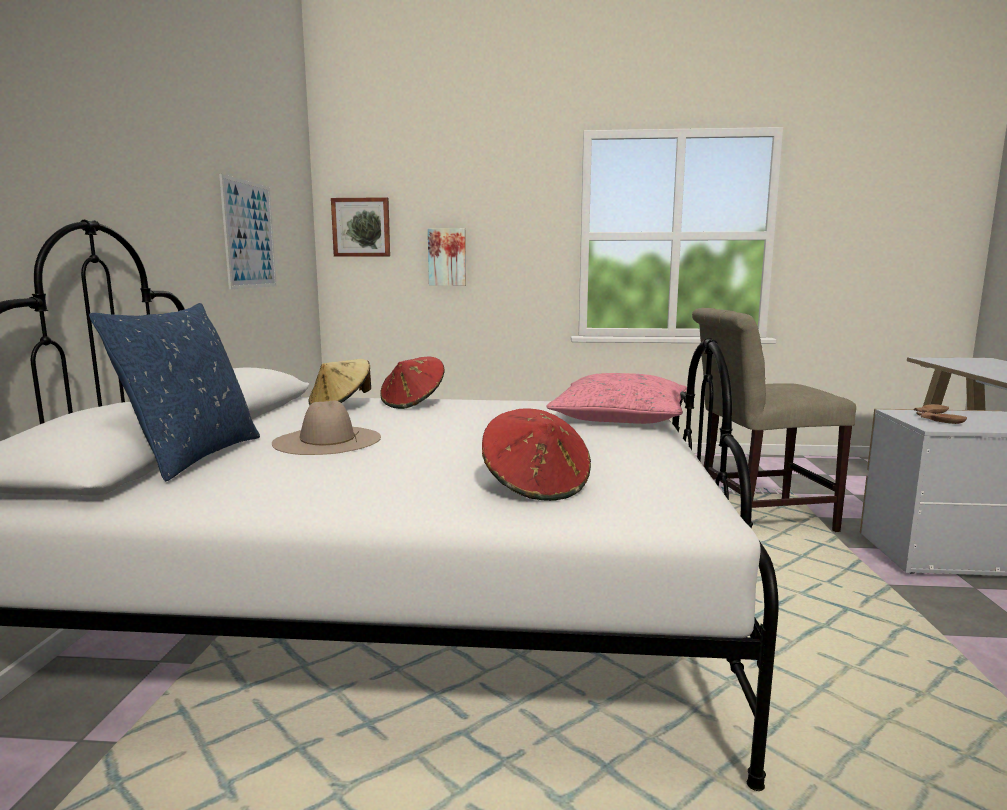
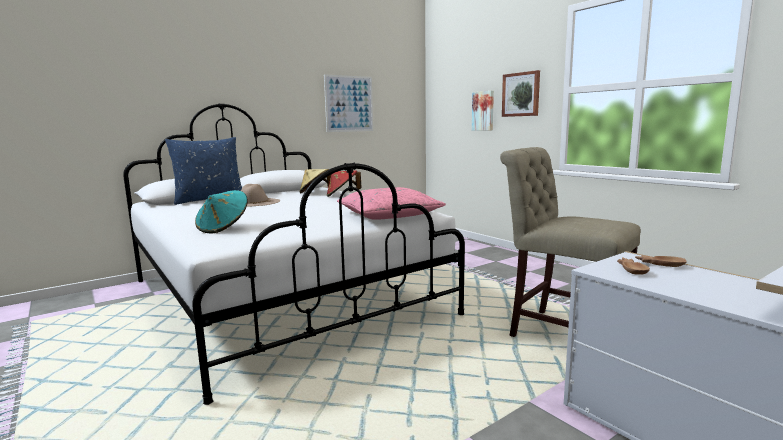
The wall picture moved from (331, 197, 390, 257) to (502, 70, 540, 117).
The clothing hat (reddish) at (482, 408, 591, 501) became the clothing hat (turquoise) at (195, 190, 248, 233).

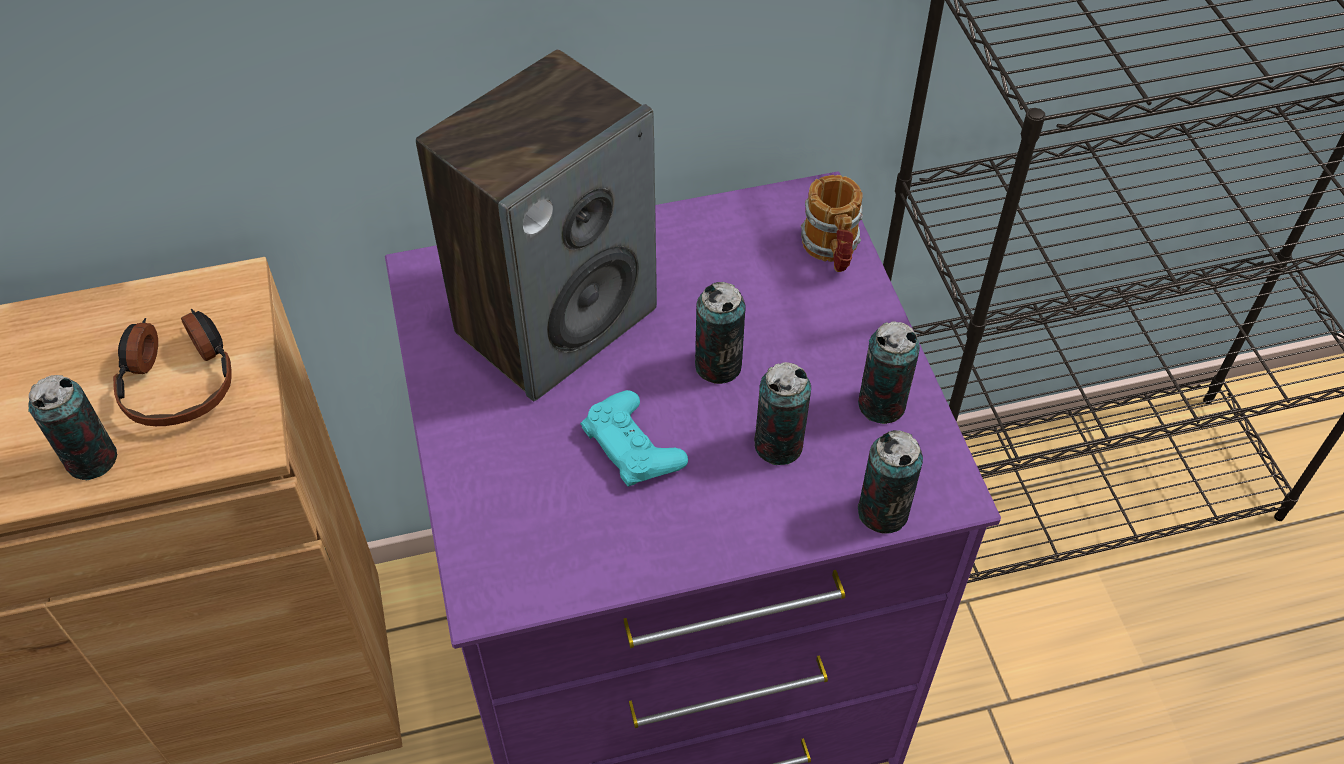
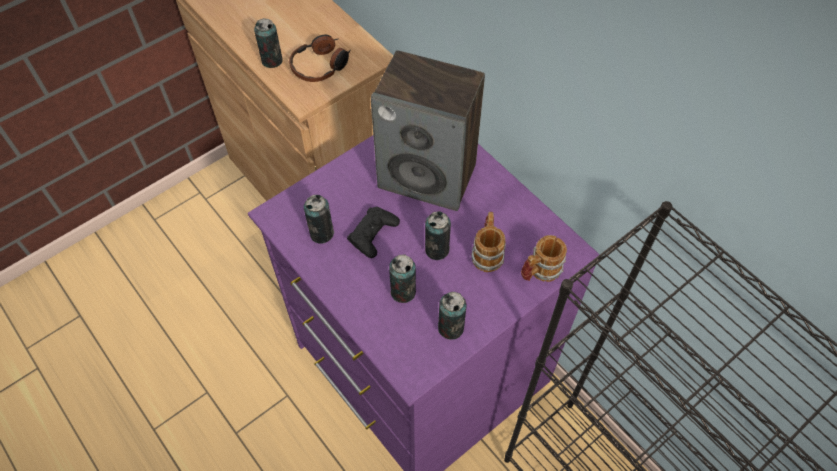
The gamepad (turquoise) at (580, 390, 688, 487) became the gamepad (blackish) at (347, 207, 400, 258).
The sealed can moved from (858, 430, 923, 533) to (304, 195, 334, 244).
The coffee mug at (471, 212, 506, 272) appeared.

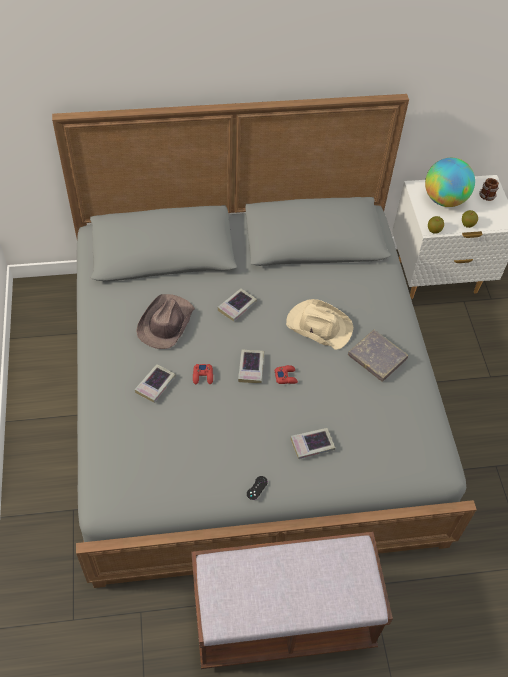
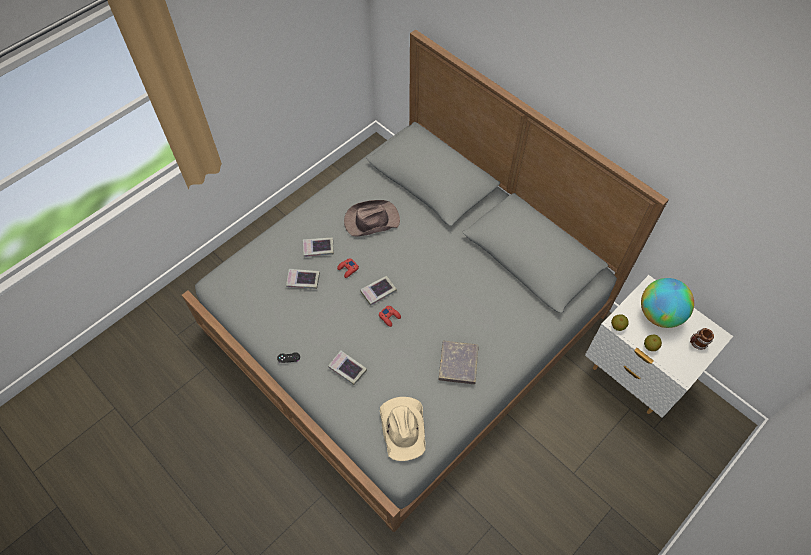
The bound book moved from (218, 289, 257, 321) to (286, 269, 320, 289).
The clothing hat (beige) moved from (286, 299, 353, 350) to (380, 397, 426, 461).
The bench (brownish) at (191, 532, 393, 669) disappeared.

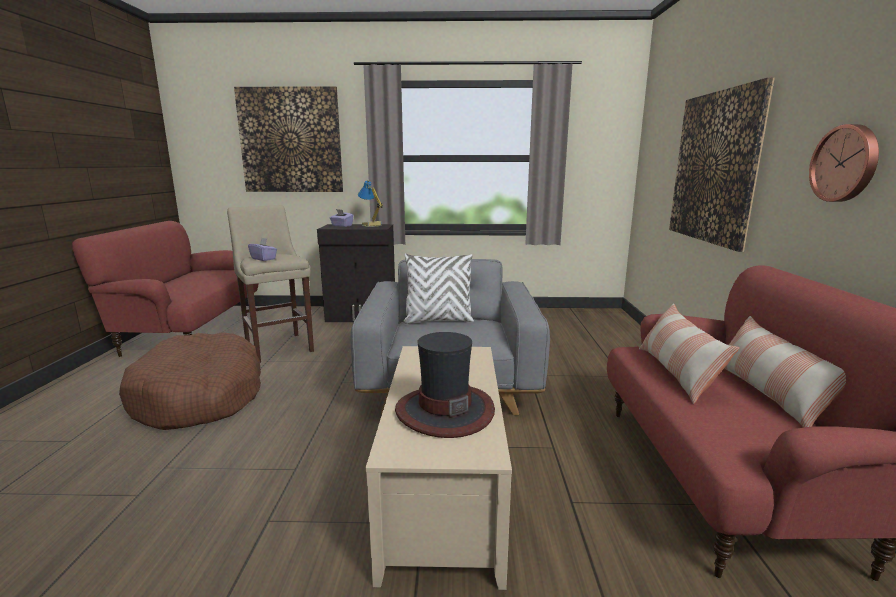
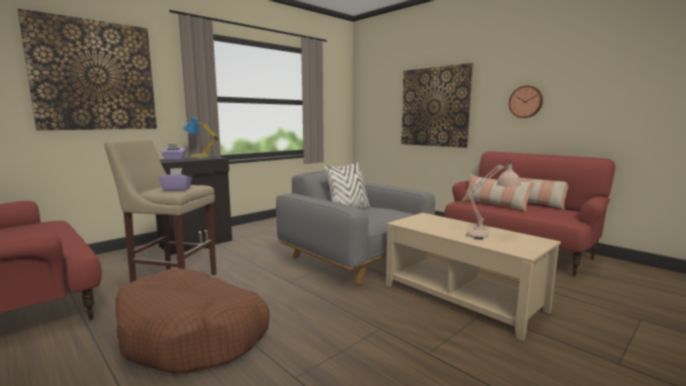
The clothing hat at (395, 332, 495, 438) was replaced by the lamp for a table (beige) at (465, 159, 521, 240).

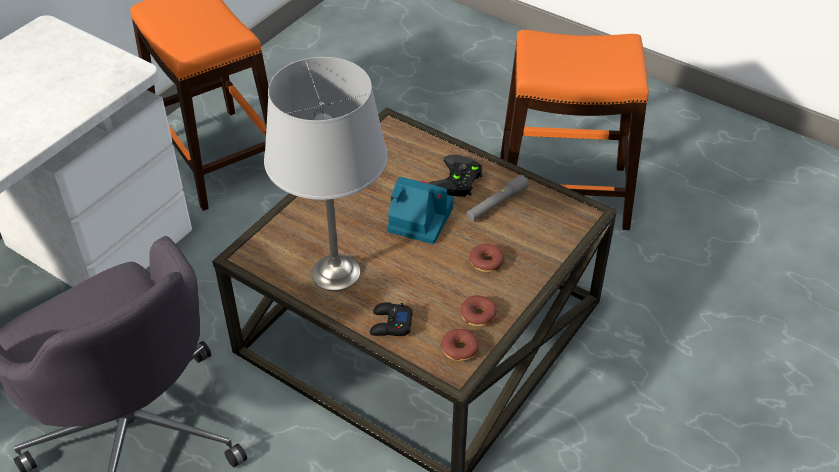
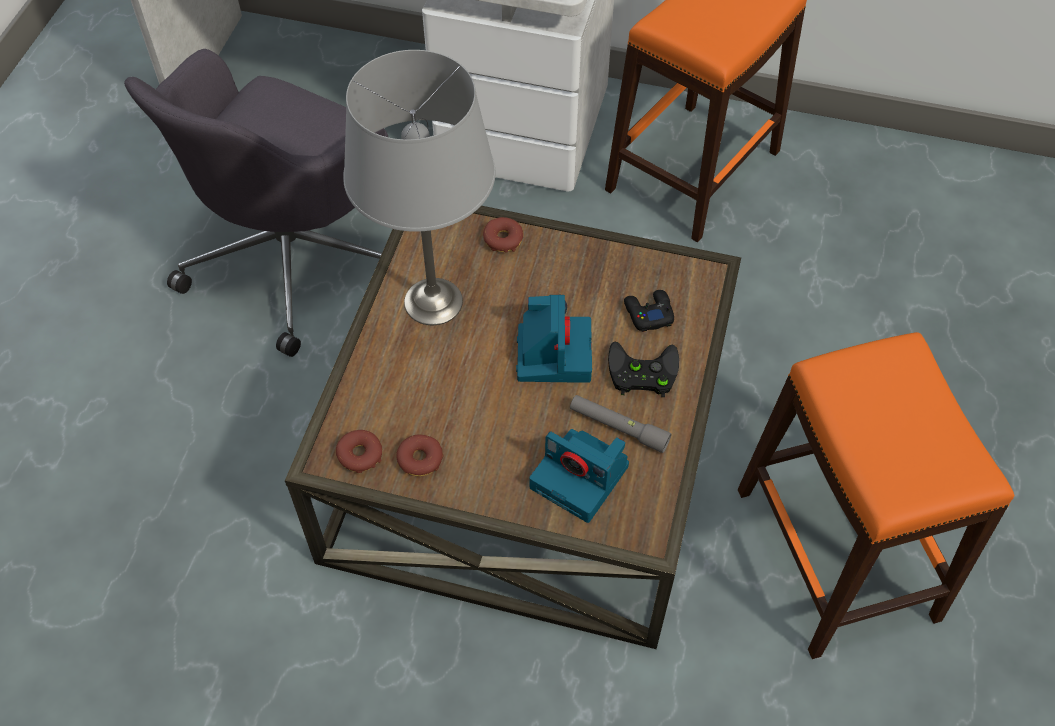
The donut moved from (469, 244, 505, 272) to (483, 217, 523, 253).
The gamepad (blackish) moved from (370, 302, 413, 336) to (624, 290, 674, 332).
The still camera at (529, 429, 629, 523) appeared.

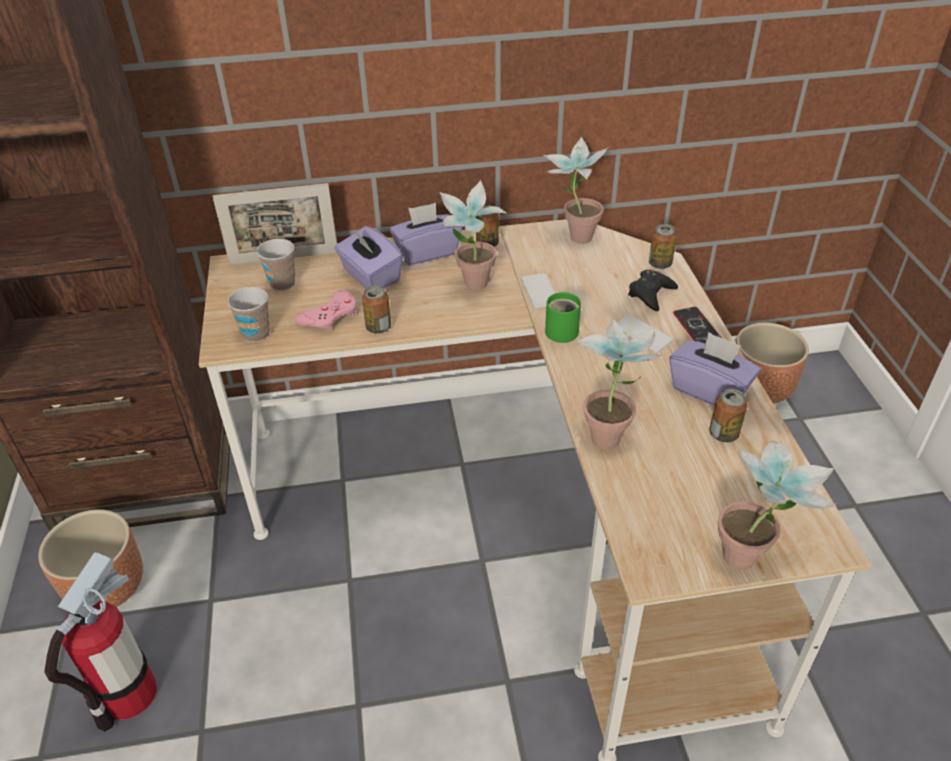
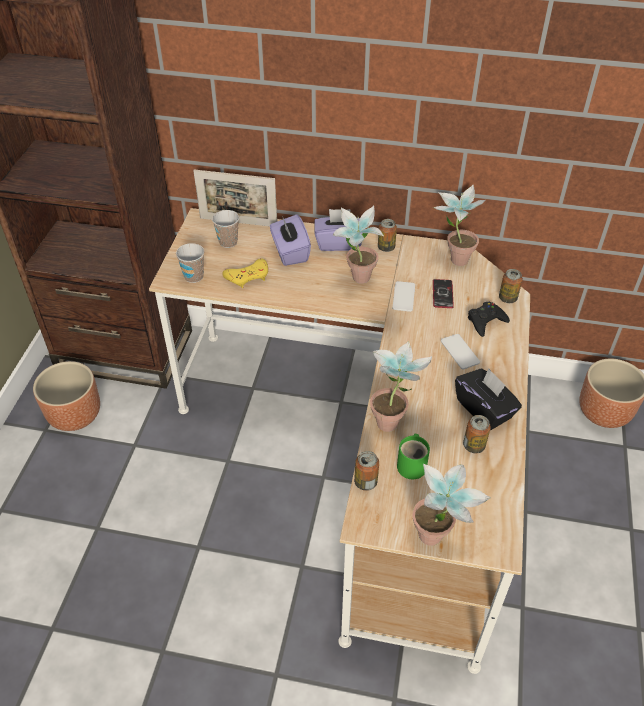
The sealed can moved from (362, 286, 391, 334) to (354, 451, 379, 491).
The gamepad (pink) at (295, 290, 357, 332) became the gamepad (yellowish) at (222, 259, 268, 288).
The coffee mug (green-coloured) moved from (545, 292, 581, 343) to (397, 434, 430, 479).
The handset moved from (673, 307, 721, 344) to (433, 279, 454, 308).
The tissue box (purplish) at (669, 332, 761, 406) became the tissue box (blackish) at (455, 368, 522, 430).
The extinguisher at (44, 552, 157, 732) disappeared.

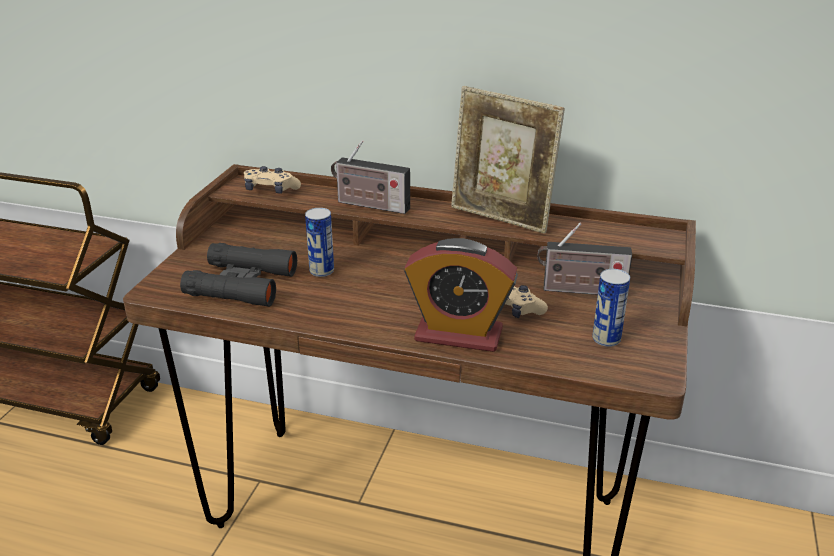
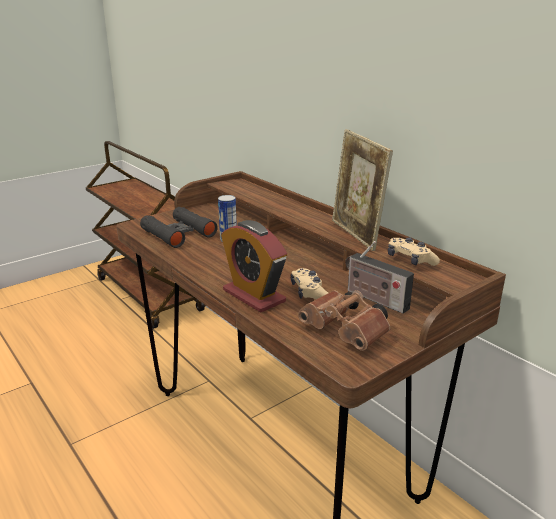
The radio set at (331, 140, 410, 214) disappeared.
The gamepad (beige) moved from (244, 166, 301, 194) to (388, 237, 440, 266).
The sealed can at (592, 269, 630, 347) was replaced by the field glasses (brownish) at (298, 290, 390, 351).

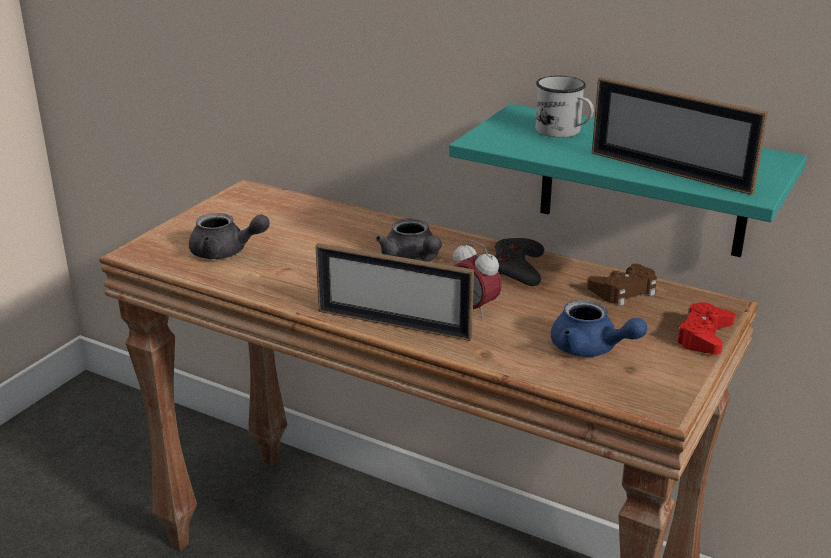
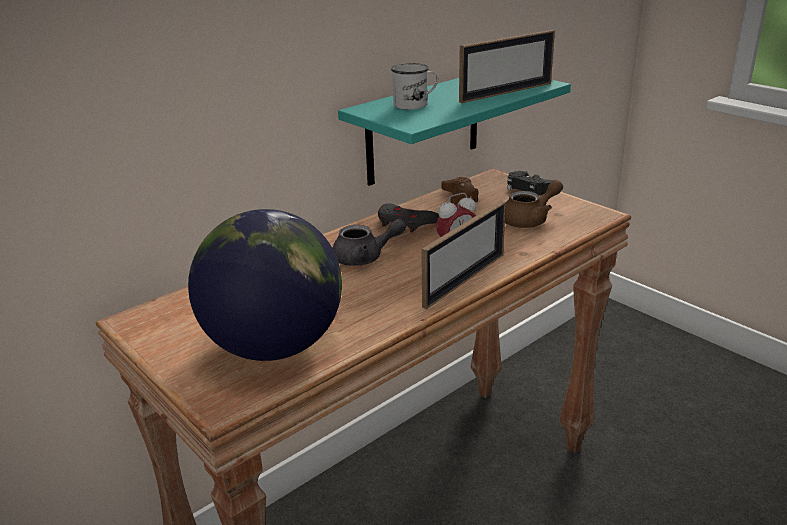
The teapot (grey) at (189, 213, 270, 259) was replaced by the globe at (188, 209, 342, 361).
The teapot (blue) at (551, 300, 647, 357) became the teapot (brownish) at (505, 180, 563, 228).
The gamepad (reddish) at (675, 302, 735, 355) became the gamepad (blackish) at (507, 171, 553, 196).

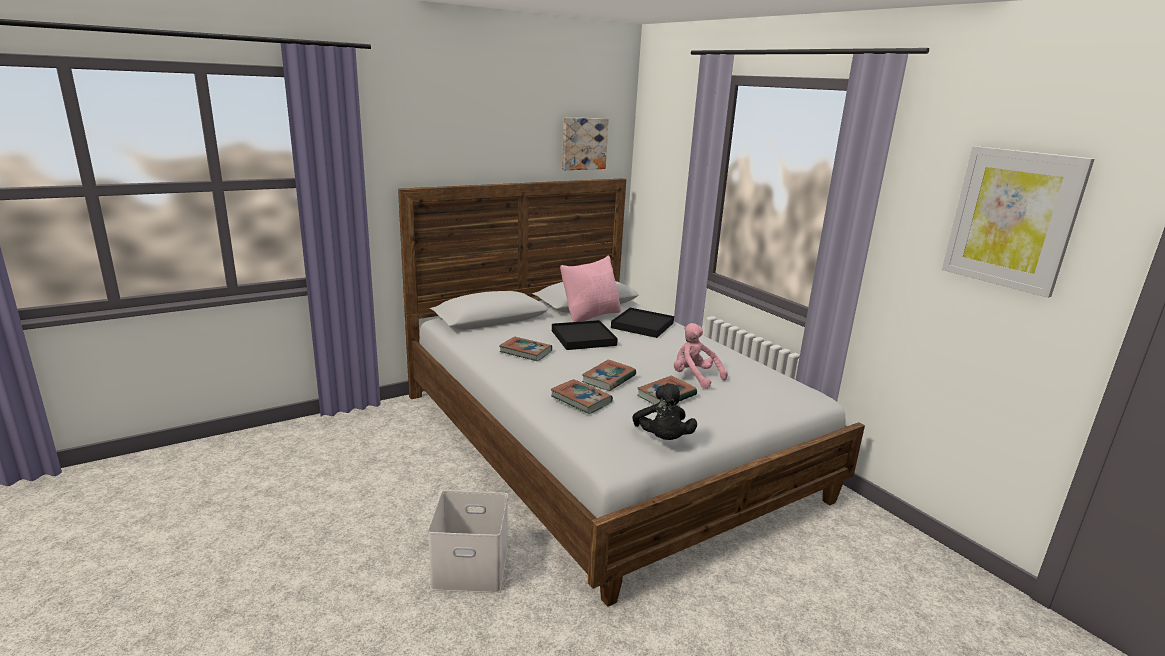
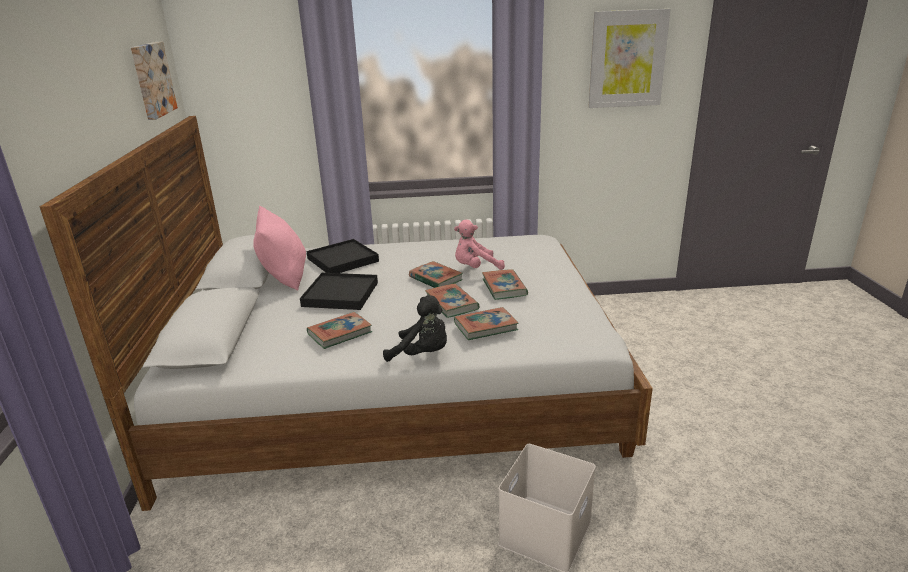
The soft toy (blackish) moved from (632, 383, 697, 440) to (383, 295, 447, 362).
The bound book at (409, 261, 463, 288) appeared.

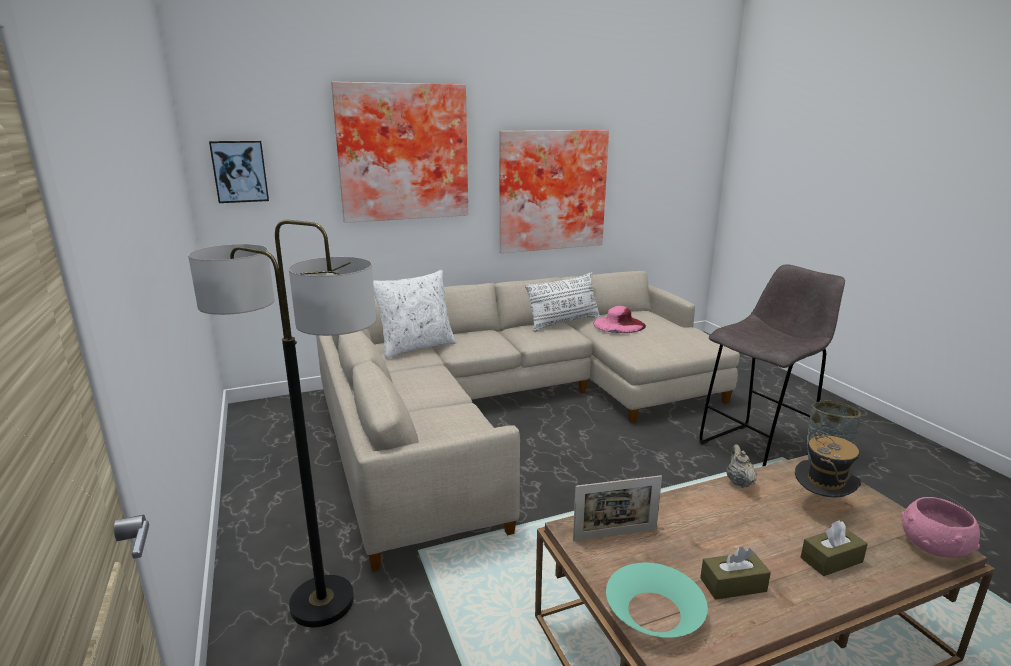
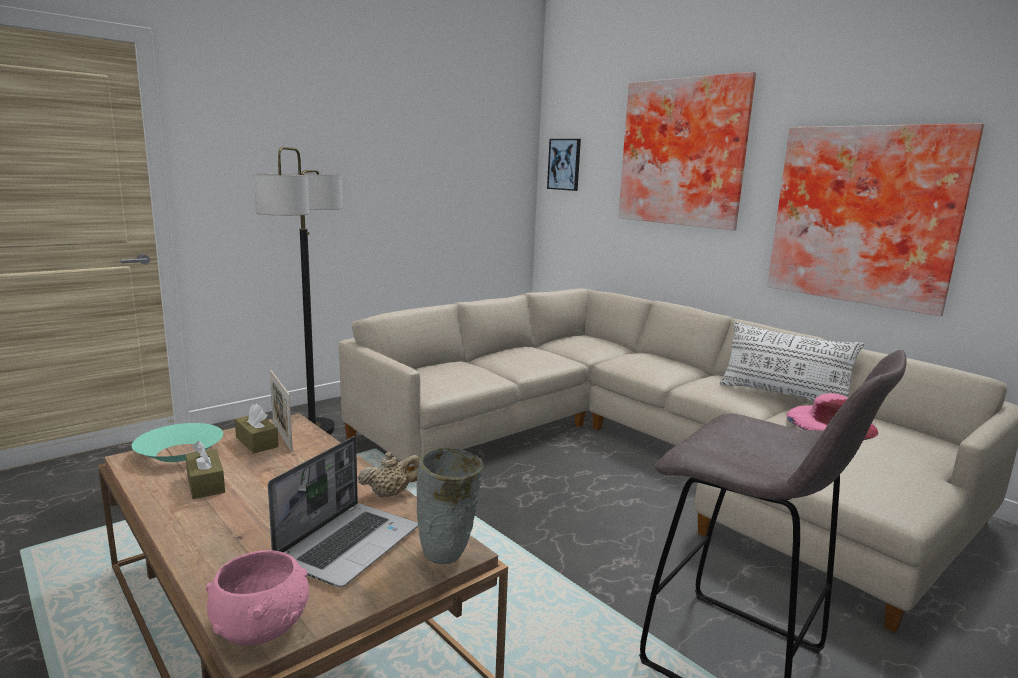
The cushion (white) at (373, 270, 457, 359) disappeared.
The clothing hat at (795, 432, 861, 498) was replaced by the portable computer at (268, 436, 418, 587).
The tissue box (brownish) moved from (800, 520, 868, 576) to (235, 404, 279, 453).

